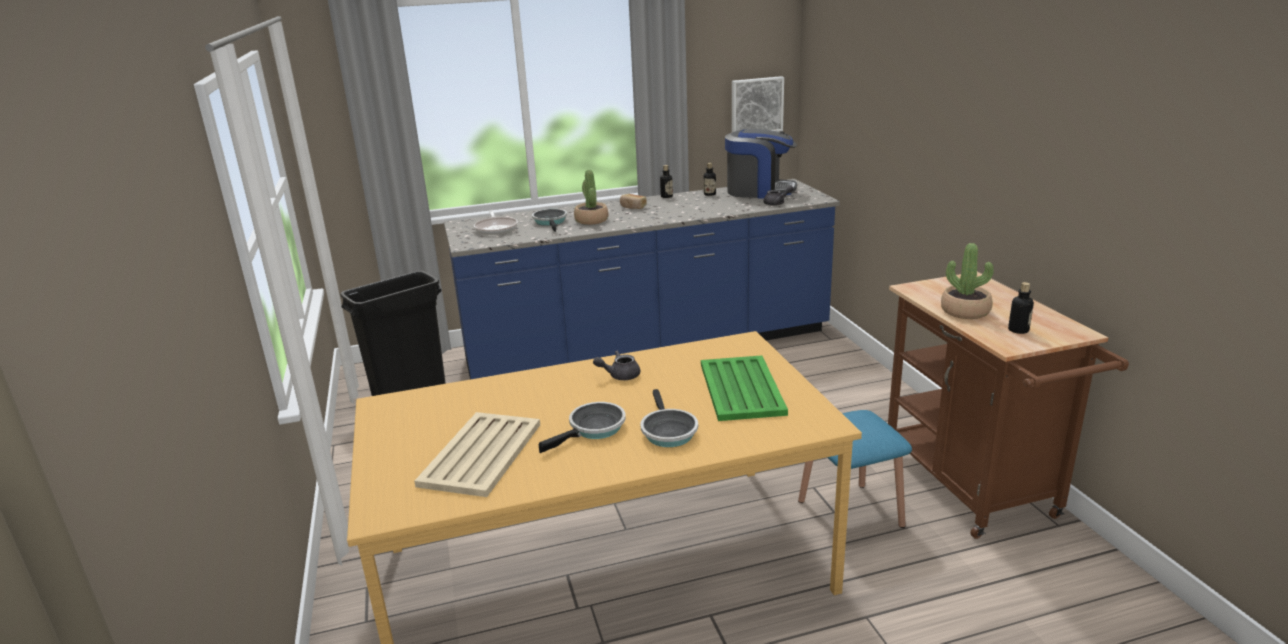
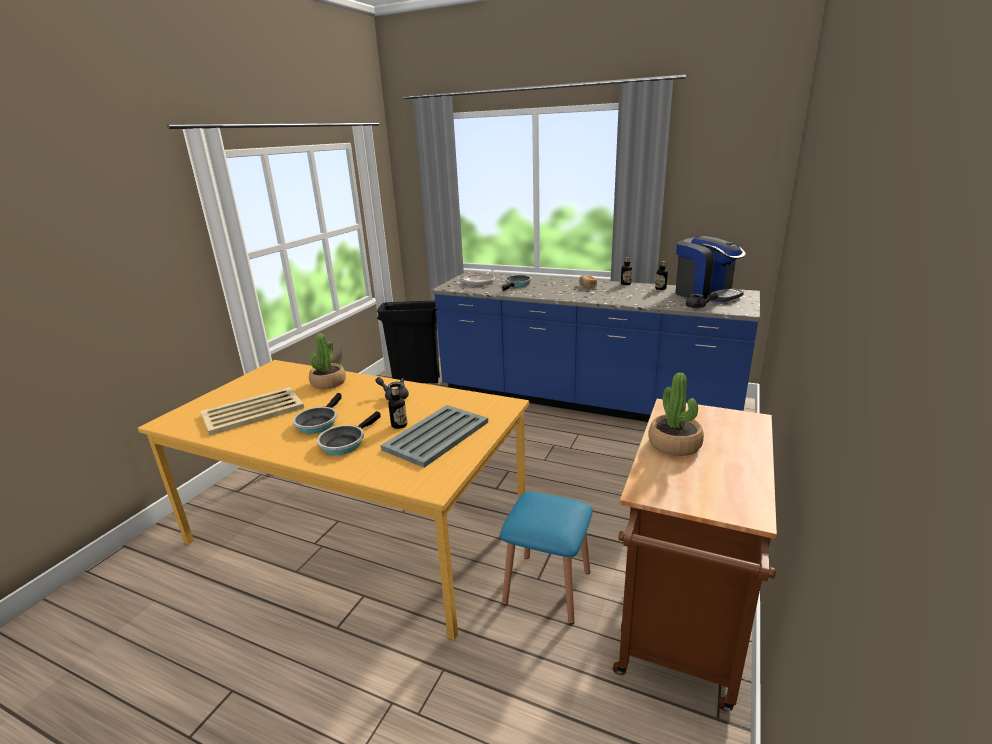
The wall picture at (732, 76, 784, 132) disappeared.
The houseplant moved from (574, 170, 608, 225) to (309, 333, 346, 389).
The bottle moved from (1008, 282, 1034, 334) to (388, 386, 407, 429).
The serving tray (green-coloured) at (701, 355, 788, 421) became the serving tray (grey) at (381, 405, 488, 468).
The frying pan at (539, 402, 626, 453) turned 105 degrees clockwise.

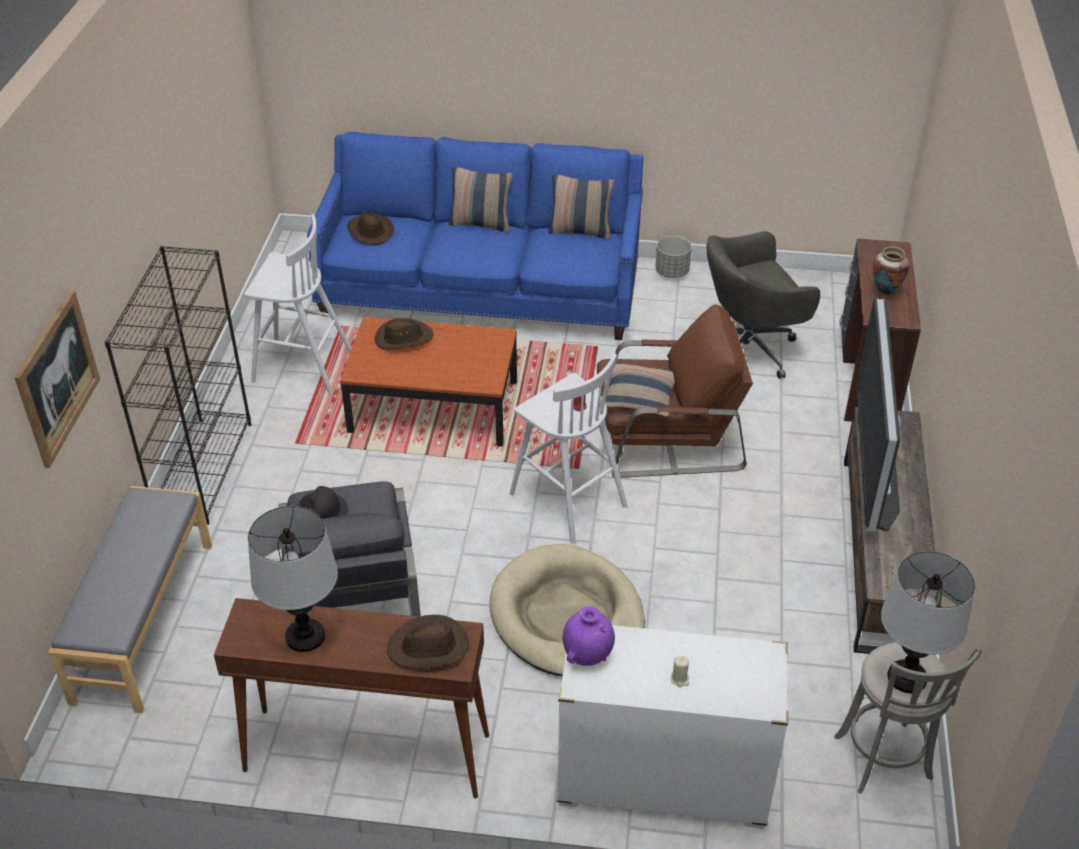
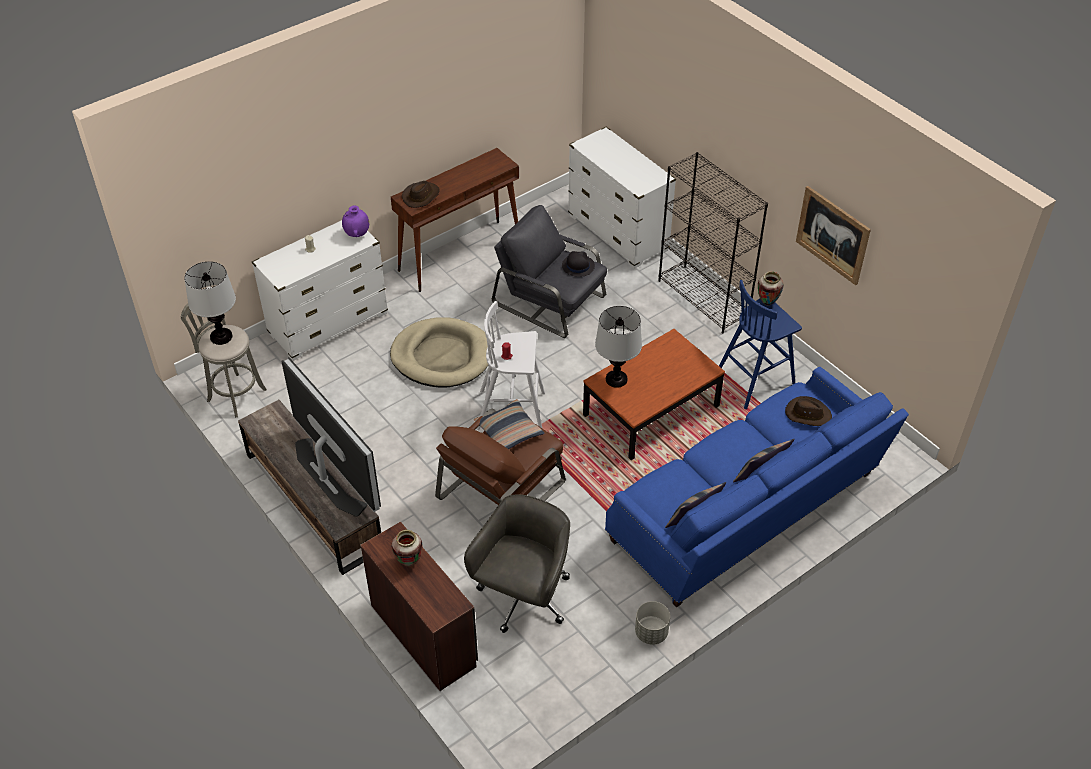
The stool seat (white) at (244, 214, 352, 394) became the stool seat (blue) at (719, 280, 802, 409).
The wall picture moved from (14, 290, 100, 468) to (796, 186, 871, 285).
The clothing hat (brownish) at (375, 318, 434, 351) disappeared.
The bench (grey) at (48, 486, 212, 713) was replaced by the chest of drawers (white) at (568, 127, 676, 269).
The lamp for a table moved from (248, 506, 338, 652) to (595, 306, 642, 388).
The flower vase at (758, 271, 784, 305) appeared.

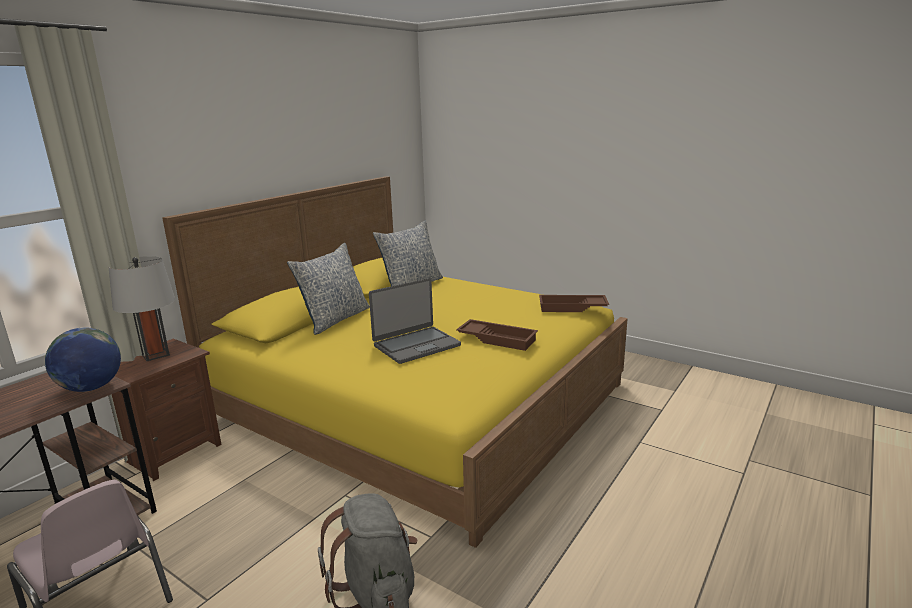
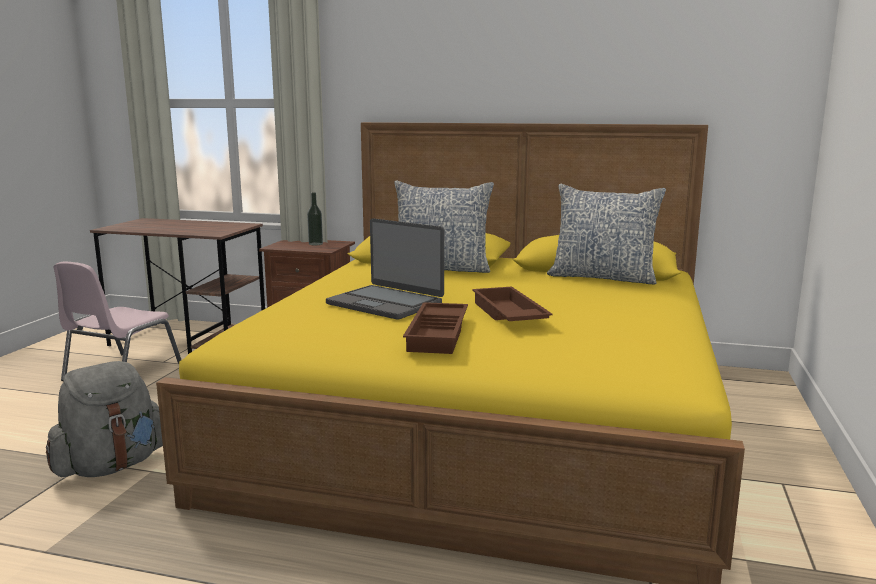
The lamp for a table (grey) at (108, 256, 175, 361) was replaced by the bottle at (307, 192, 323, 245).
The serving tray (brownish) moved from (539, 295, 609, 312) to (472, 287, 553, 321).
The globe at (45, 327, 121, 392) disappeared.

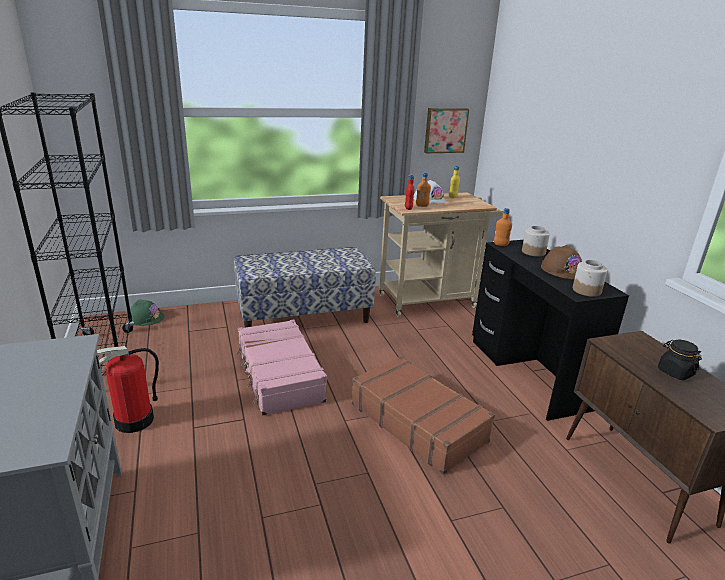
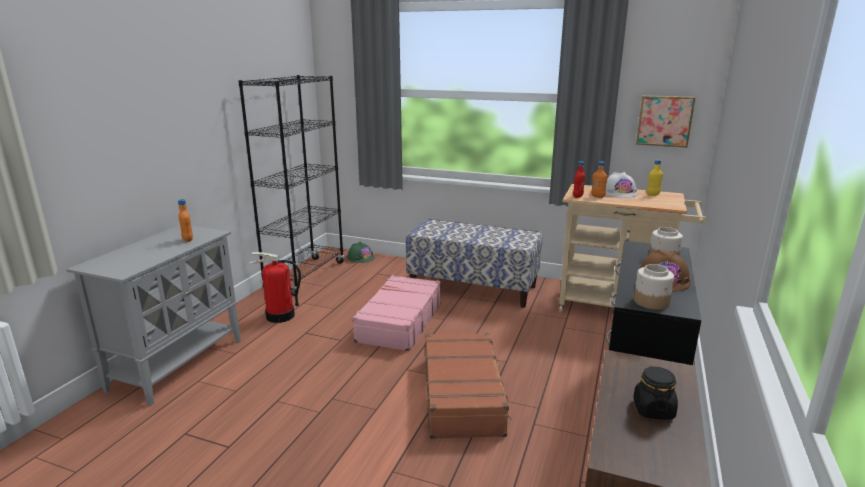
The bottle (orange-coloured) moved from (494, 208, 512, 246) to (178, 199, 193, 242).

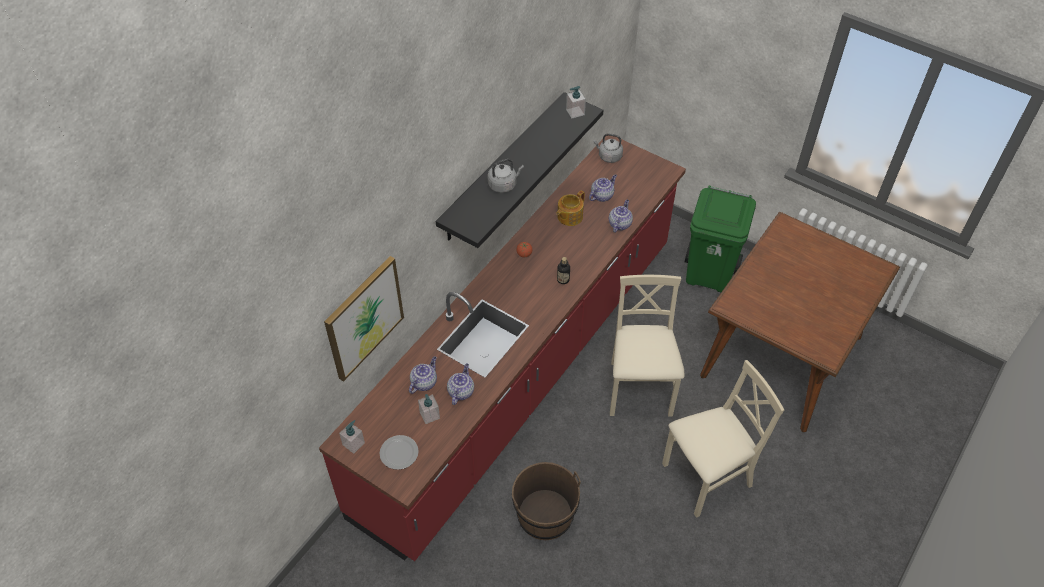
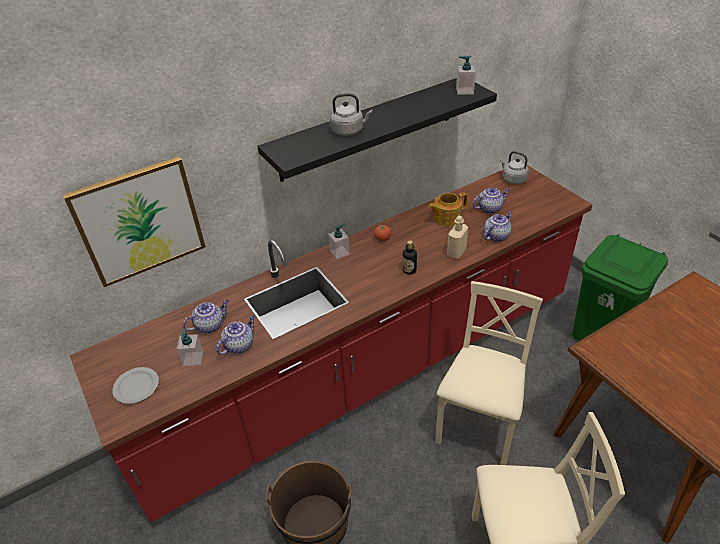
The soap dispenser moved from (339, 420, 365, 454) to (328, 224, 350, 259).
The bottle (beige) at (447, 216, 468, 259) appeared.

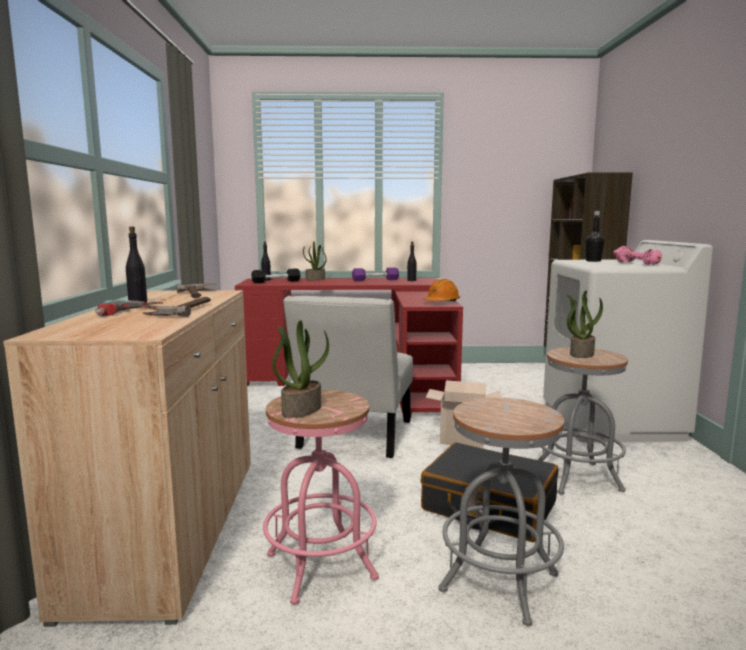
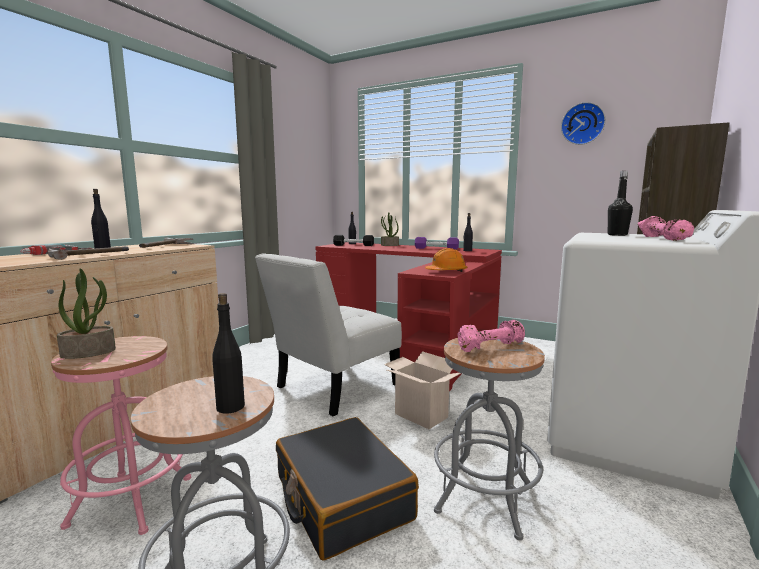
The houseplant at (567, 290, 603, 358) was replaced by the hand weight (pink) at (457, 320, 525, 352).
The clock on the wall at (561, 102, 606, 145) appeared.
The bottle (blackish) at (212, 293, 245, 414) appeared.

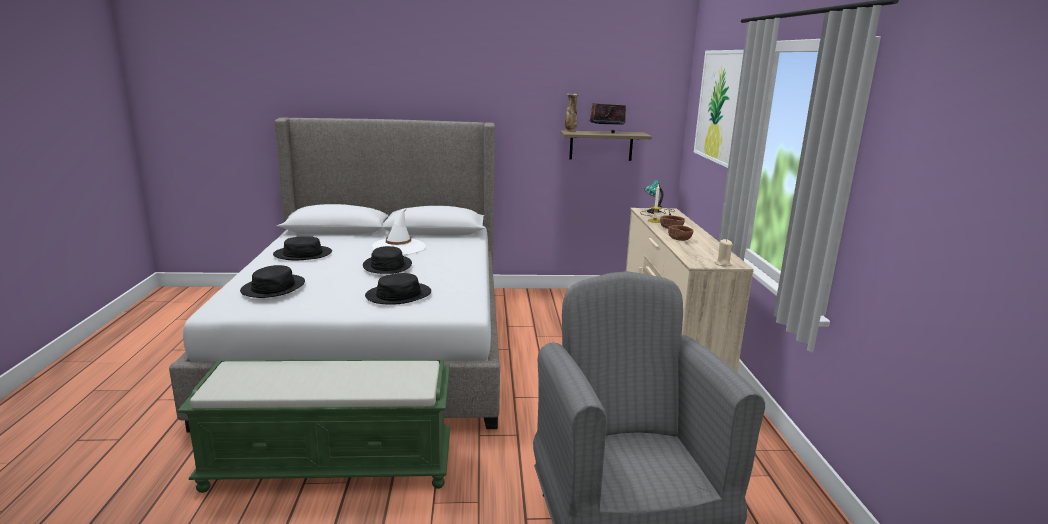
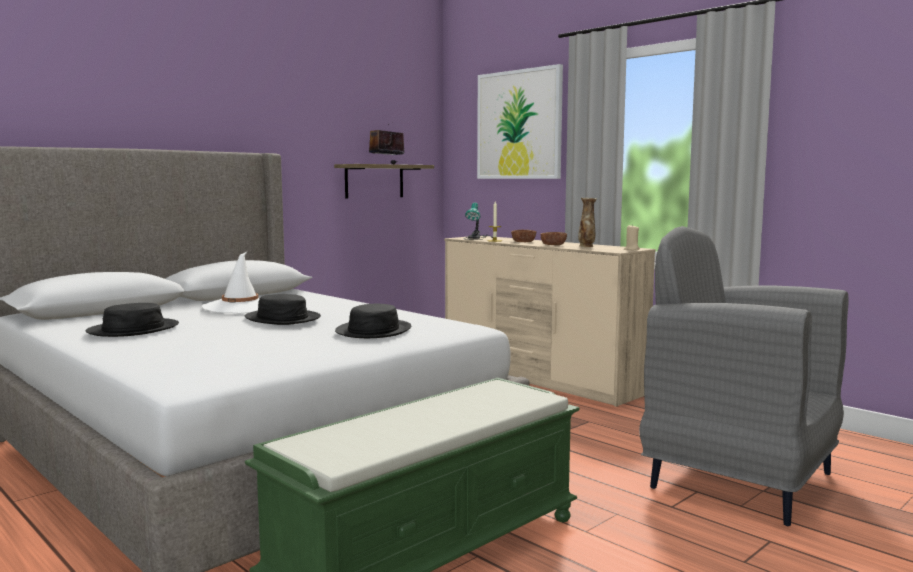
The flower vase moved from (565, 94, 579, 132) to (578, 198, 597, 247).
The clothing hat (blackish) at (240, 265, 305, 298) disappeared.

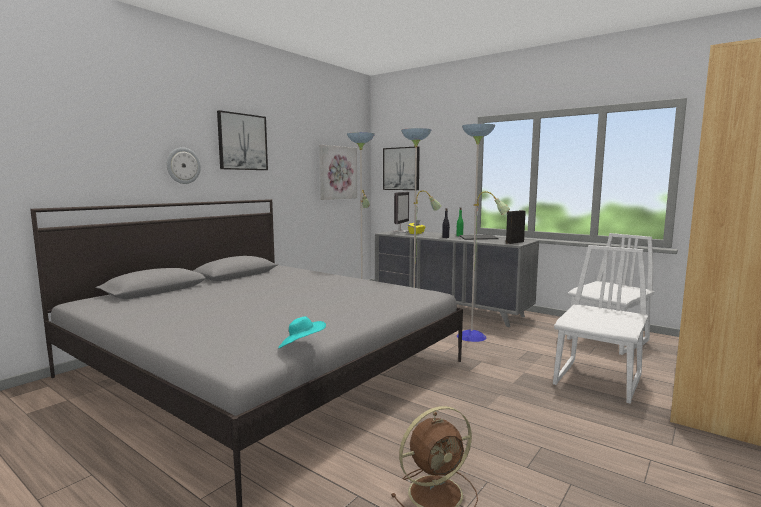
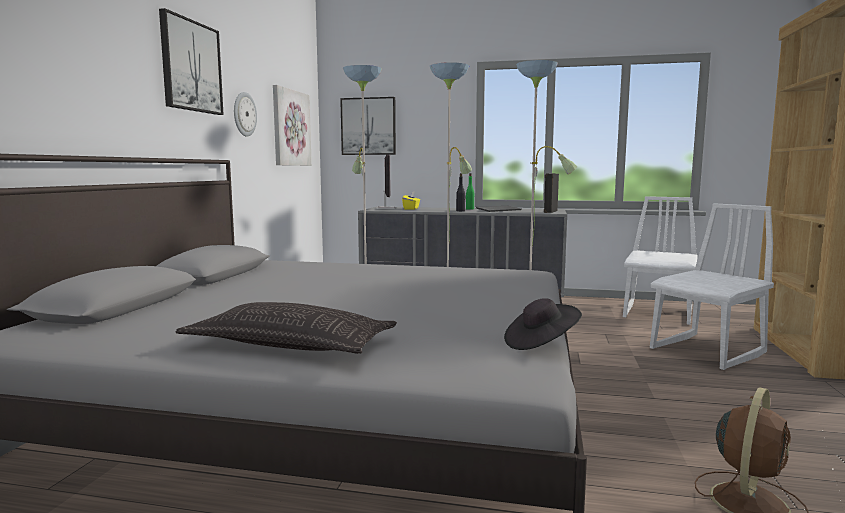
The clock on the wall moved from (167, 147, 201, 184) to (234, 92, 257, 137).
The chair (white) at (553, 245, 648, 404) turned 45 degrees clockwise.
The clothing hat (turquoise) at (278, 317, 326, 348) became the clothing hat (blackish) at (504, 298, 582, 350).
The cushion at (175, 302, 397, 354) appeared.

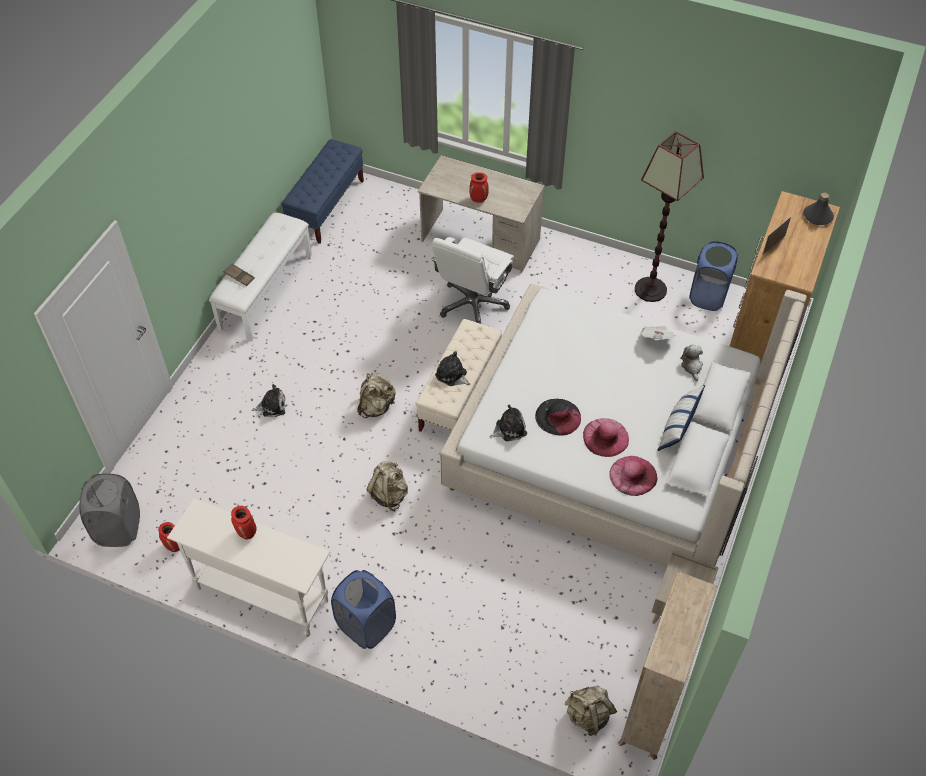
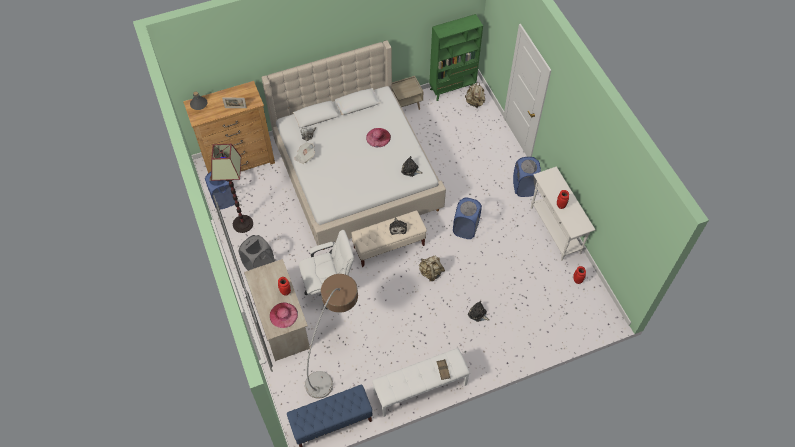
The cushion at (657, 385, 705, 451) disappeared.
The clothing hat (blackish) at (535, 399, 581, 435) disappeared.
The clothing hat (pink) moved from (609, 456, 657, 496) to (270, 303, 298, 328).
The knapsack (beige) at (367, 461, 408, 510) was replaced by the washing basket (blue) at (453, 198, 482, 239).
The washing basket (grey) moved from (79, 474, 140, 547) to (239, 235, 275, 271).
The bookcase (beige) at (618, 571, 717, 760) became the bookcase (green-coloured) at (429, 14, 483, 101).
The standard lamp at (305, 274, 358, 399) appeared.

